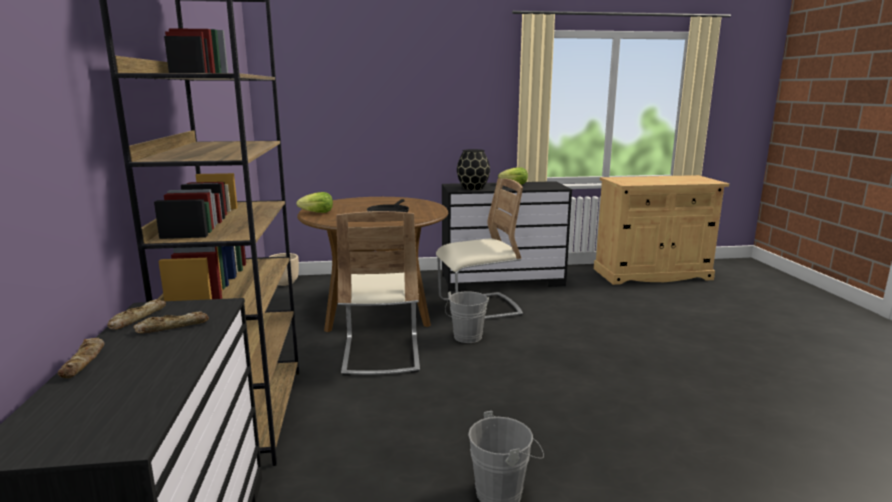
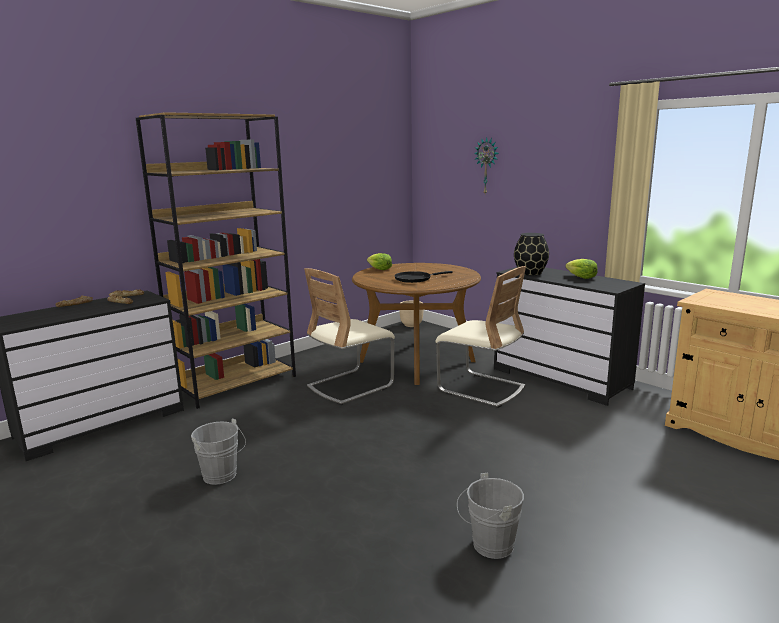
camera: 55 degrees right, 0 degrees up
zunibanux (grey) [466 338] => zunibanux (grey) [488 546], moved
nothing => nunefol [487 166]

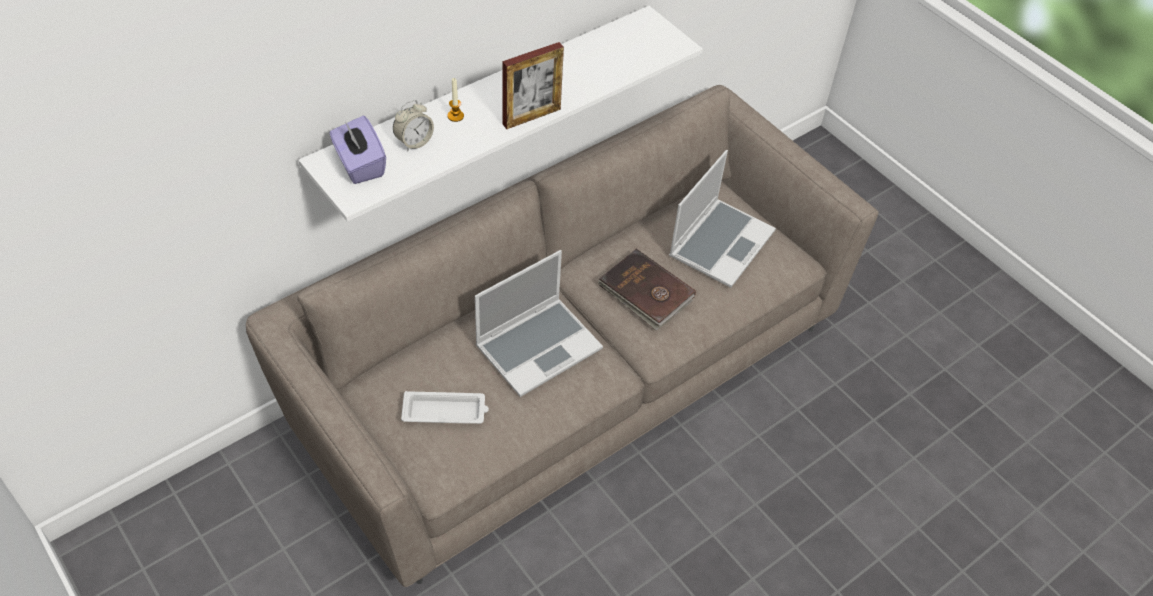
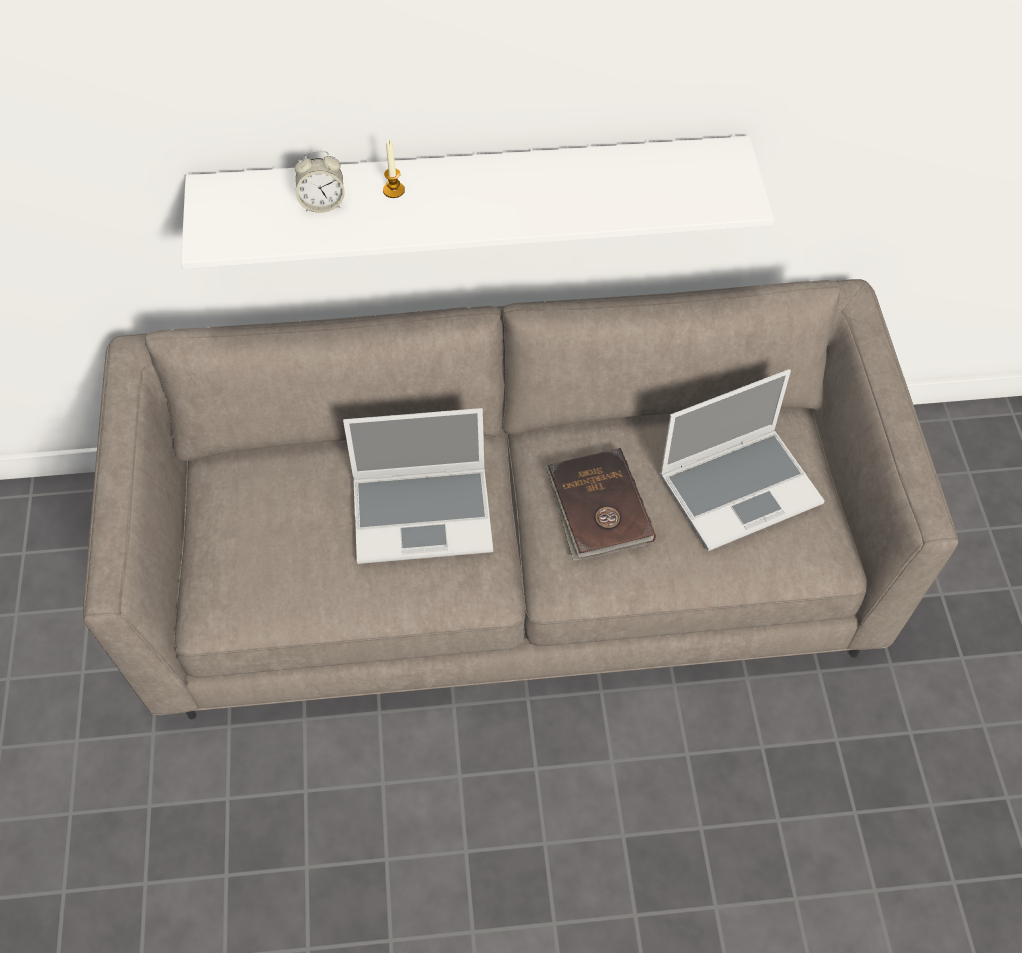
camera: 35 degrees right, 5 degrees up
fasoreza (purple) [359 165] => nothing
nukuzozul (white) [445 411] => nothing
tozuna [531 116] => nothing

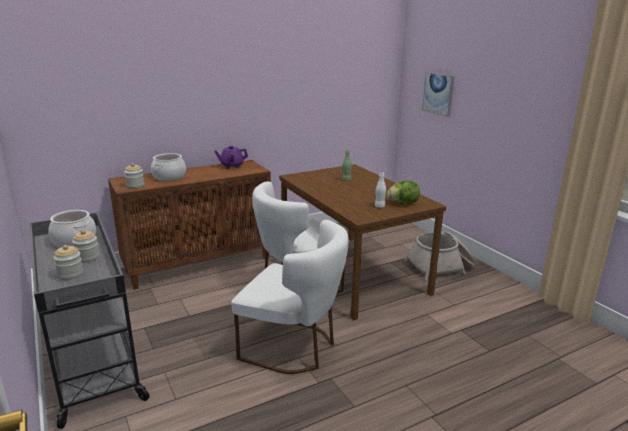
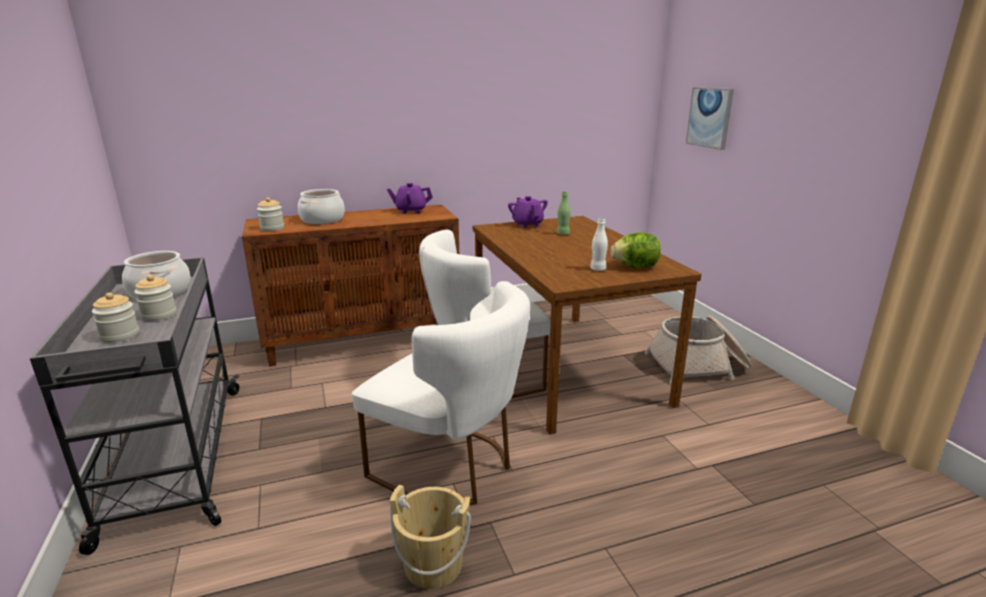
camera: 10 degrees right, 0 degrees up
nothing => zunibanux (beige) [433 565]
nothing => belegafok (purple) [527 224]

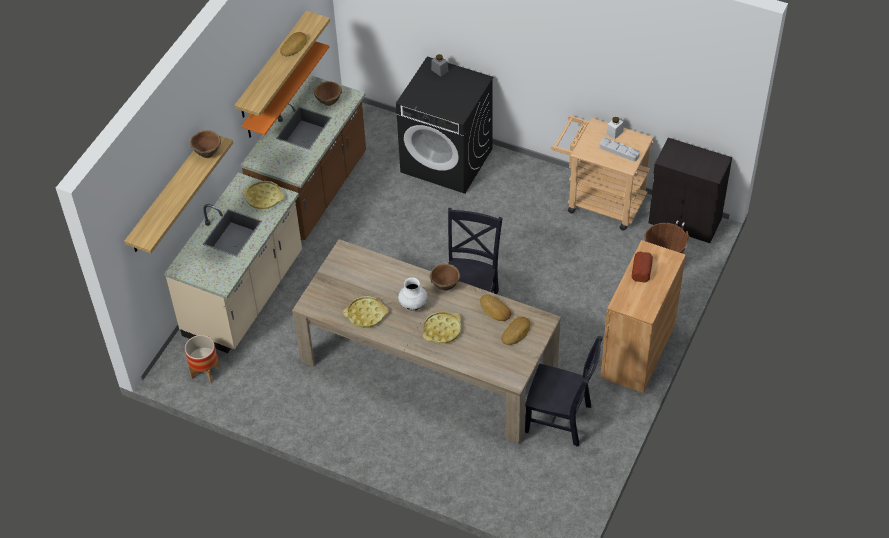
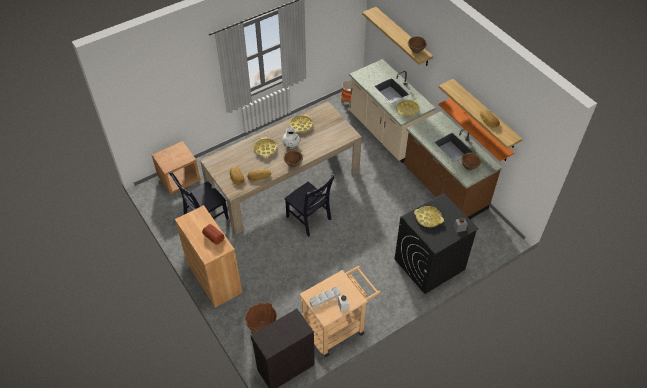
camera: 120 degrees right, 0 degrees up
nothing => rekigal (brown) [179 179]
nothing => nukuzozul (yellow) [428 218]

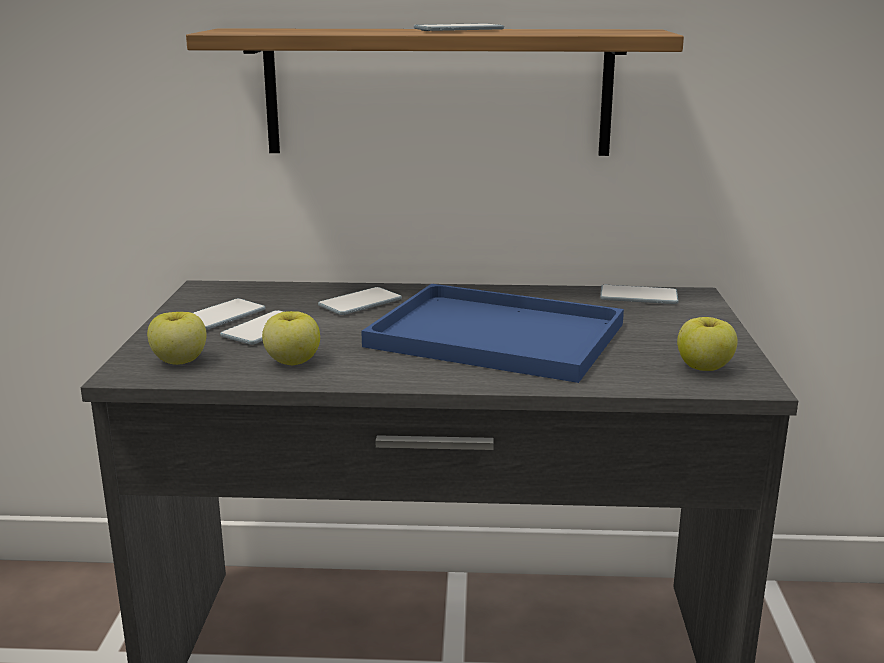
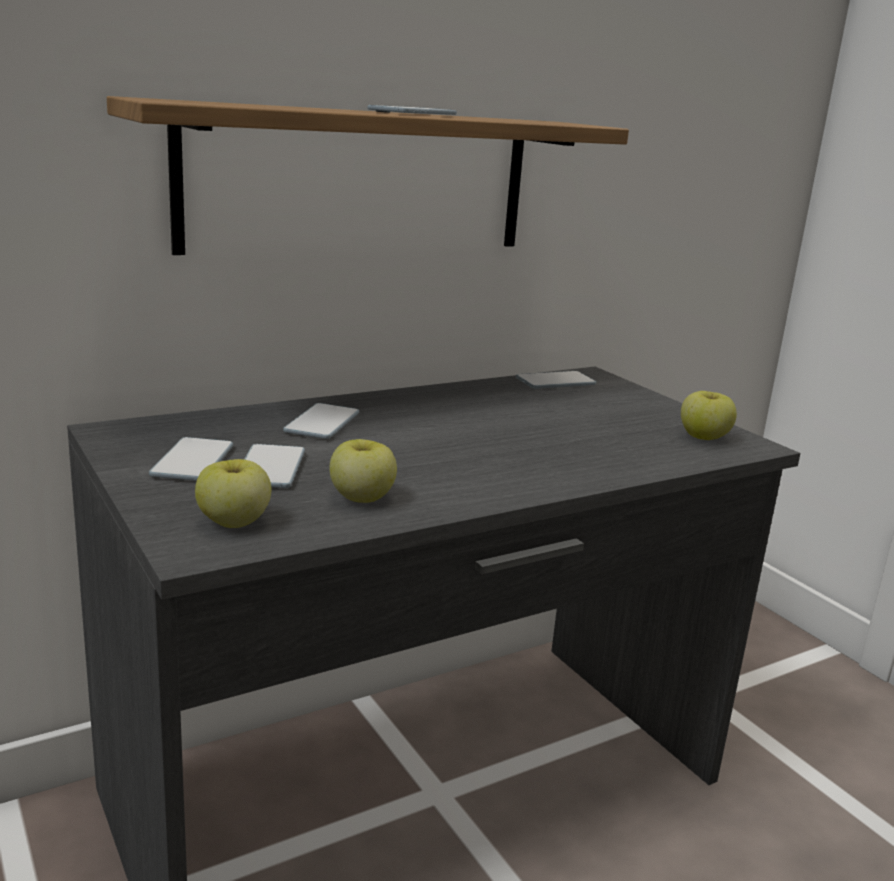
camera: 35 degrees left, 0 degrees up
nukuzozul (blue) [501 335] => nothing

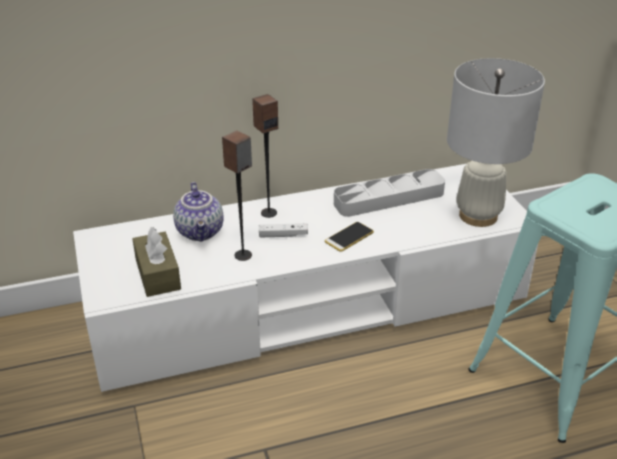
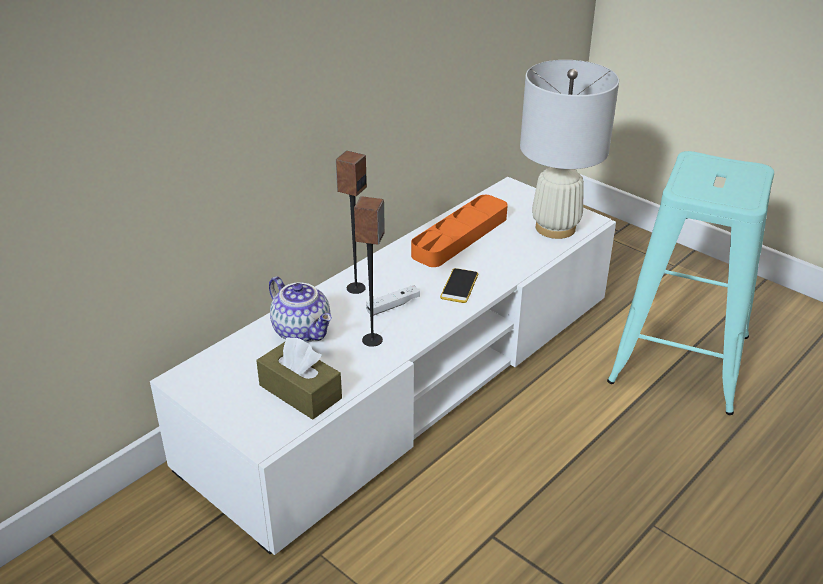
camera: 30 degrees left, 0 degrees up
nukuzozul (grey) [389 198] => nukuzozul (orange) [460 236]

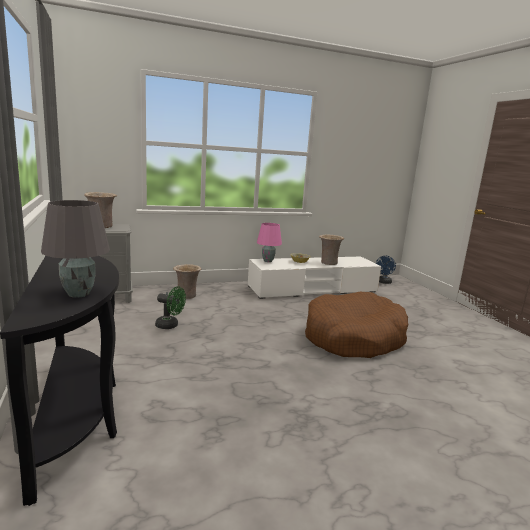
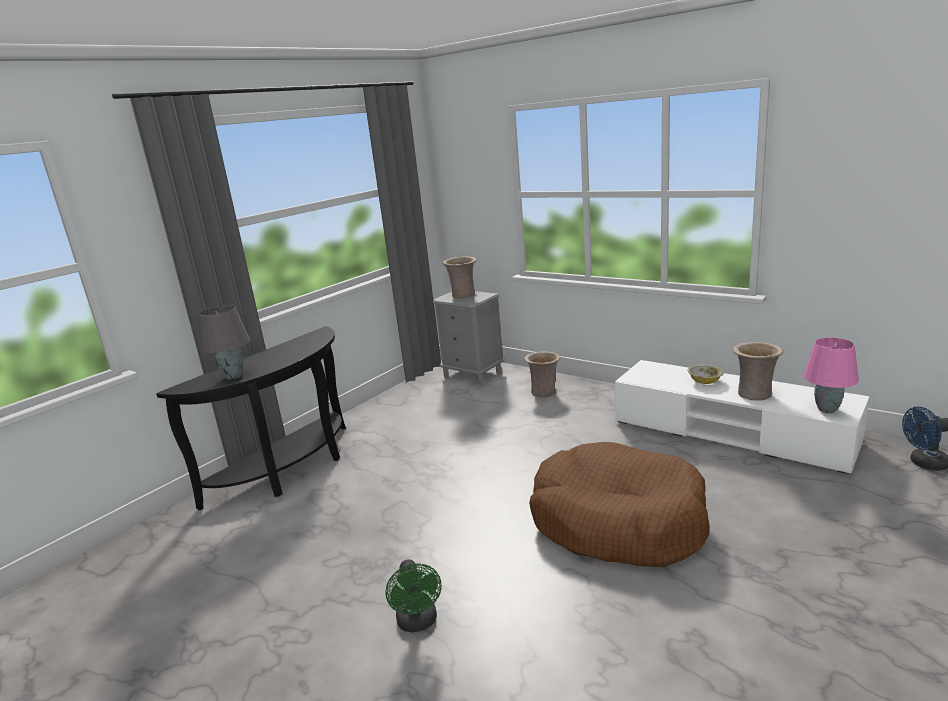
camera: 60 degrees right, 5 degrees up
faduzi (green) [170 326] => faduzi (green) [418 623], moved
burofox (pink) [267 261] => burofox (pink) [826 409], moved

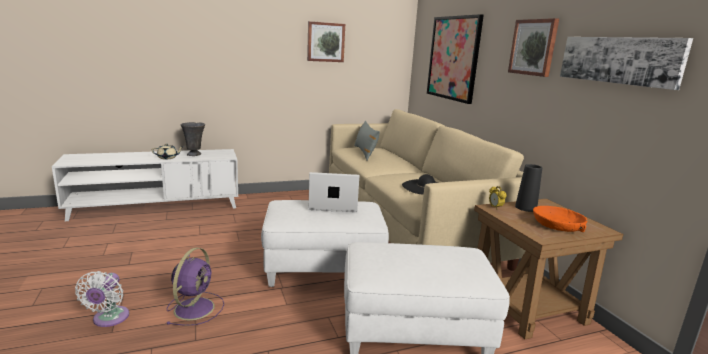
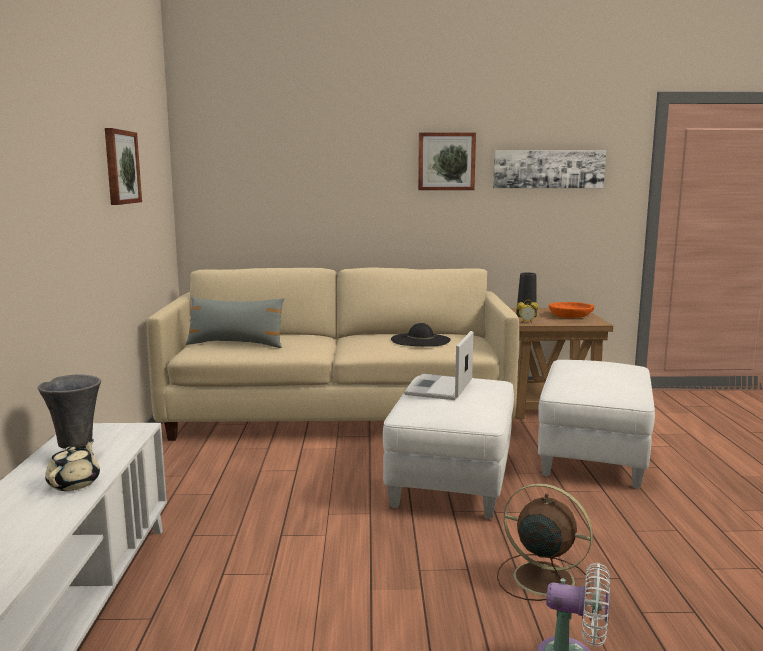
camera: 70 degrees left, 5 degrees down
faduzi (purple) [195 307] => faduzi (brown) [540 578]
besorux [453 58] => nothing

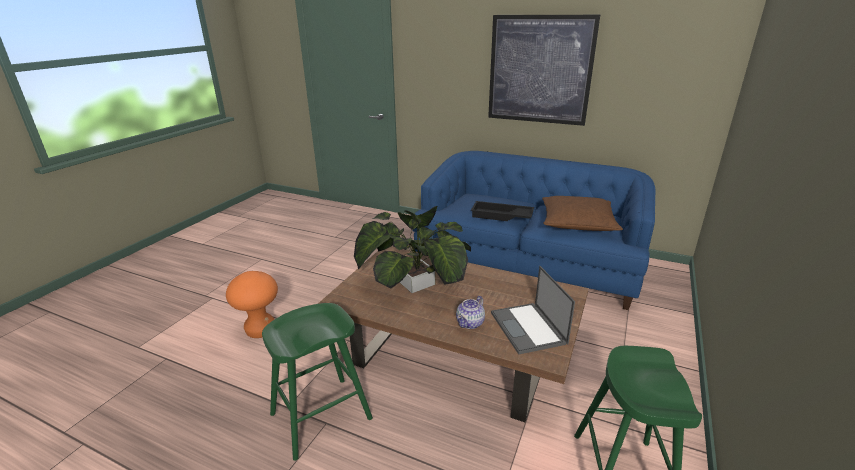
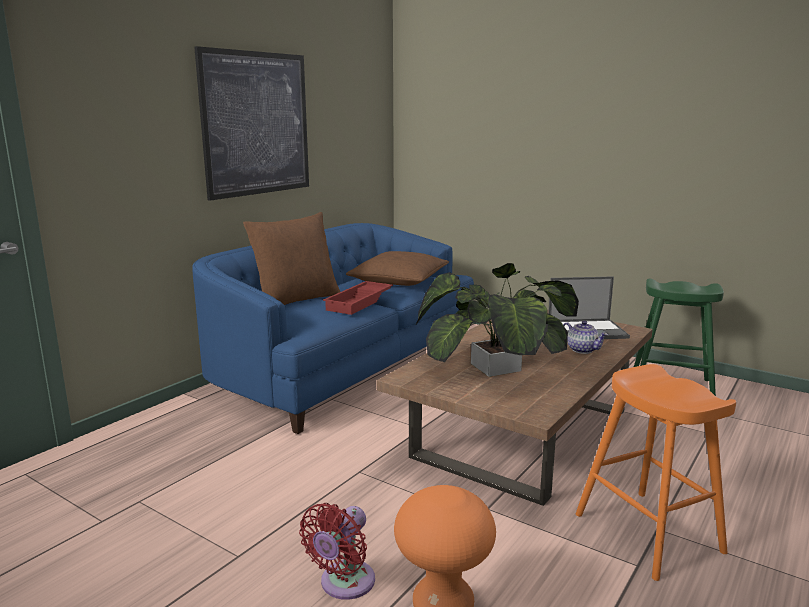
camera: 80 degrees left, 10 degrees down
nothing => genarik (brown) [296 300]
nothing => faduzi (red) [344 584]
nukuzozul (black) [501 216] => nukuzozul (red) [360 302]
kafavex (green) [320 416] => kafavex (orange) [648 533]

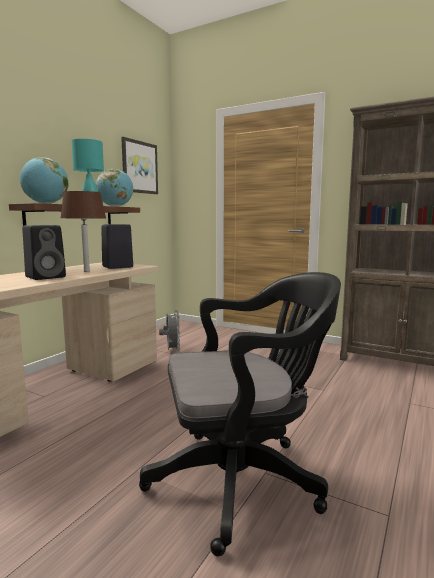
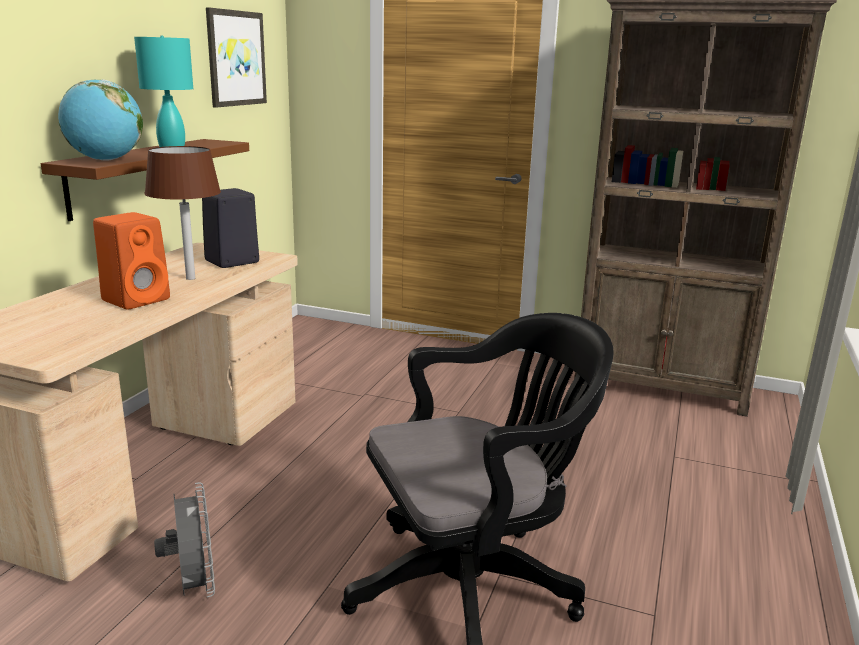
camera: 10 degrees left, 10 degrees up
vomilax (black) [46 277] => vomilax (orange) [137 299]
faduzi (grey) [171 351] => faduzi (grey) [194 587], moved
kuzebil [115 206] => nothing

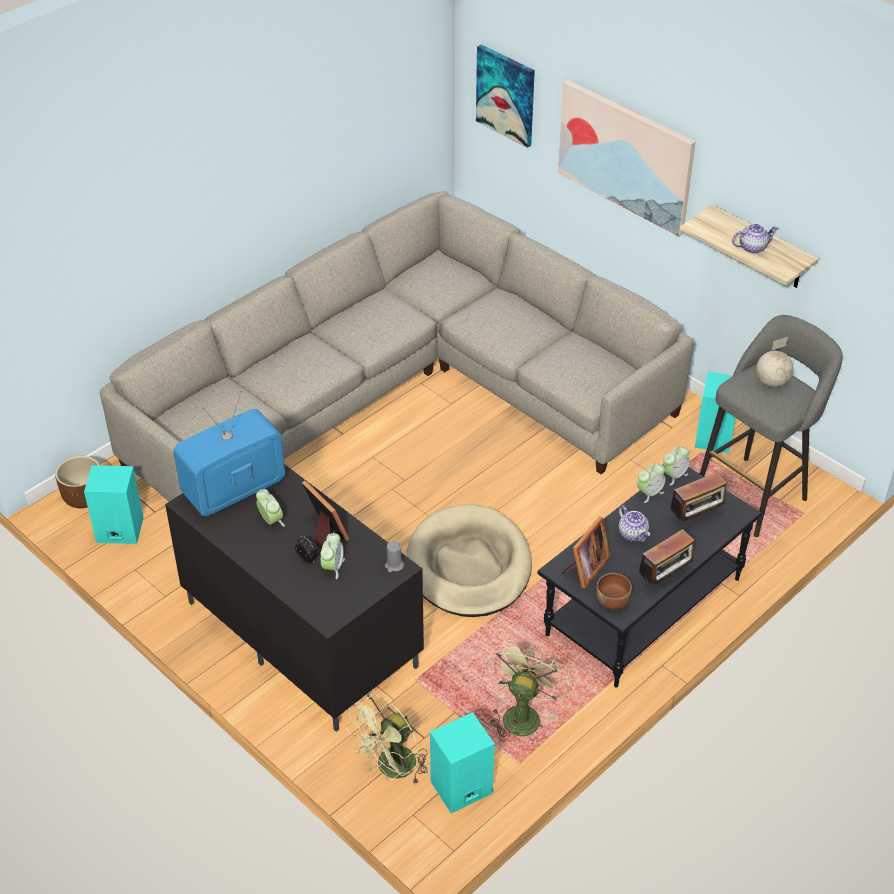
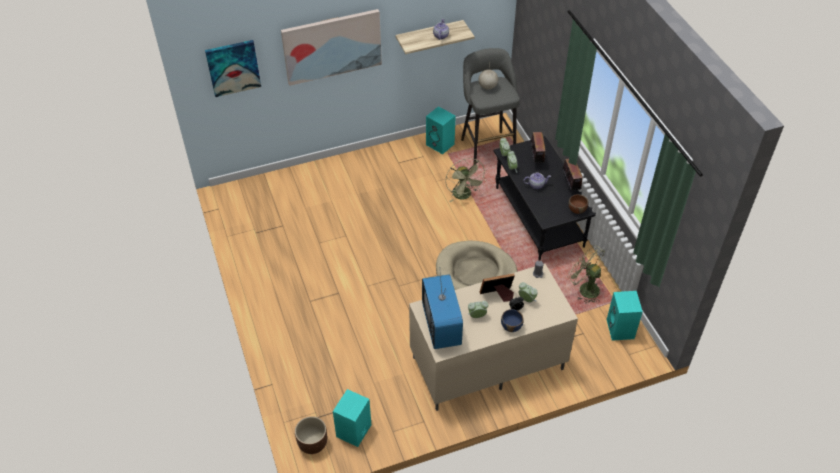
camera: 65 degrees left, 5 degrees up
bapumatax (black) [298 634] => bapumatax (beige) [487 364]
faduzi (green) [391 769] => faduzi (green) [464 196], moved
nothing => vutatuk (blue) [511 326]
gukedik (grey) [404 390] => nothing
tozuna [585 569] => nothing

